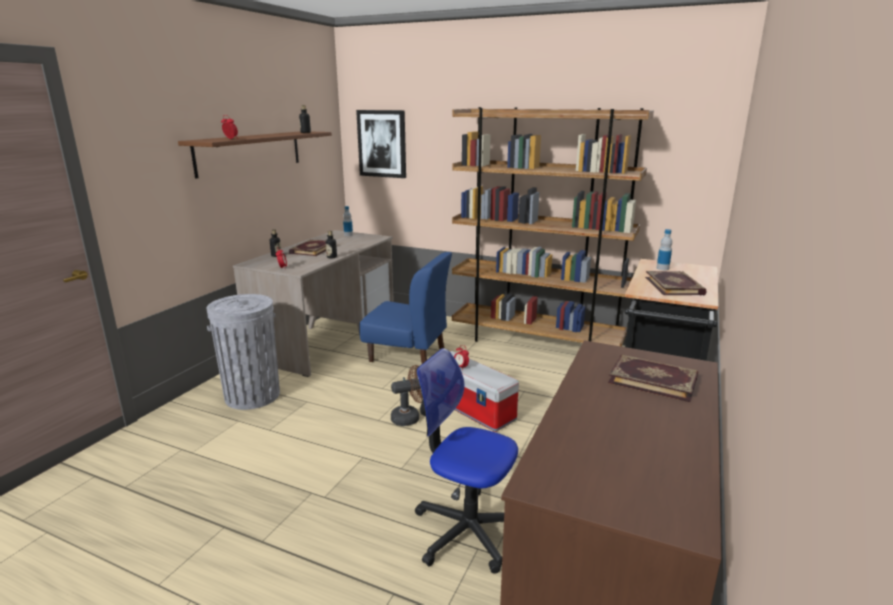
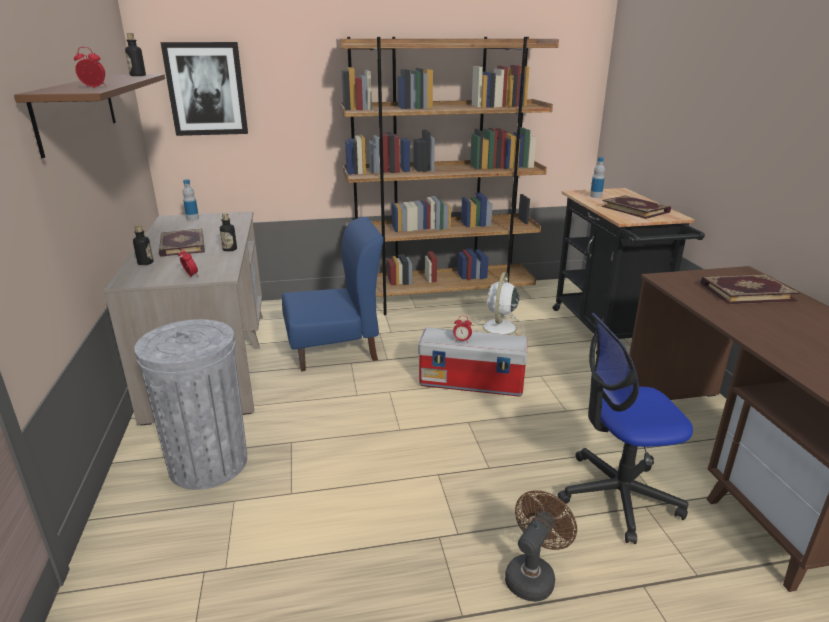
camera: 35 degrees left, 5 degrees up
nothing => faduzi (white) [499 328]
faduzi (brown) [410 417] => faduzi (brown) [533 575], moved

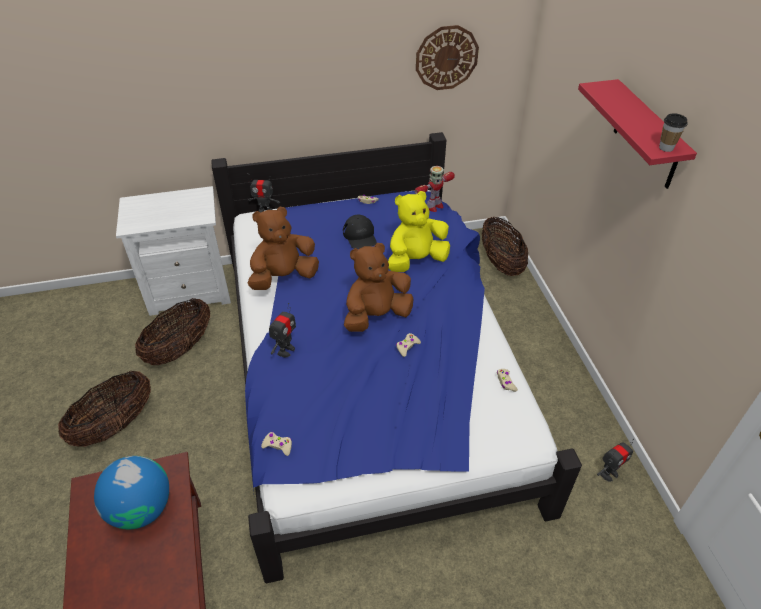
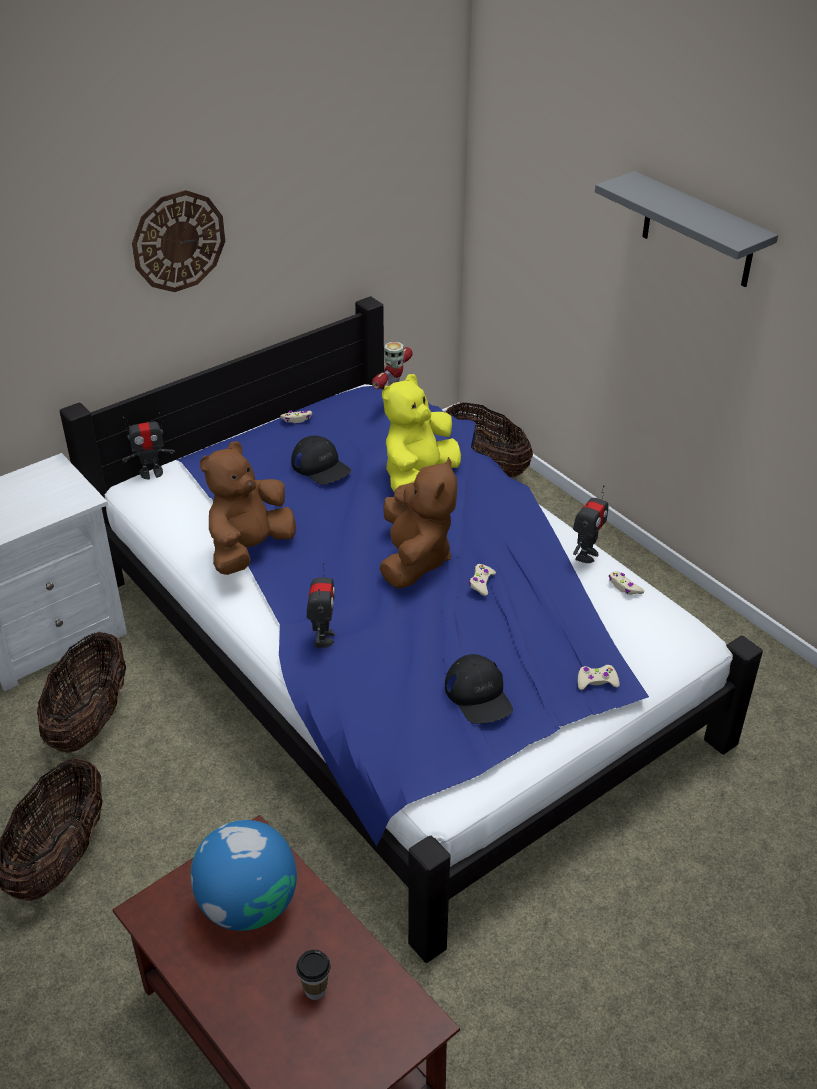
camera: 25 degrees left, 5 degrees down
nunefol [446 58] => nunefol [178 241], moved
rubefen [666 148] => rubefen [315 990], moved
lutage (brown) [376 316] => lutage (brown) [414 559], 150 degrees clockwise
nothing => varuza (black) [478 695]
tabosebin [609 473] => tabosebin [586 555], moved
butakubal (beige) [278 445] => butakubal (beige) [596 681], moved
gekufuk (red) [647 136] => gekufuk (grey) [698 231]

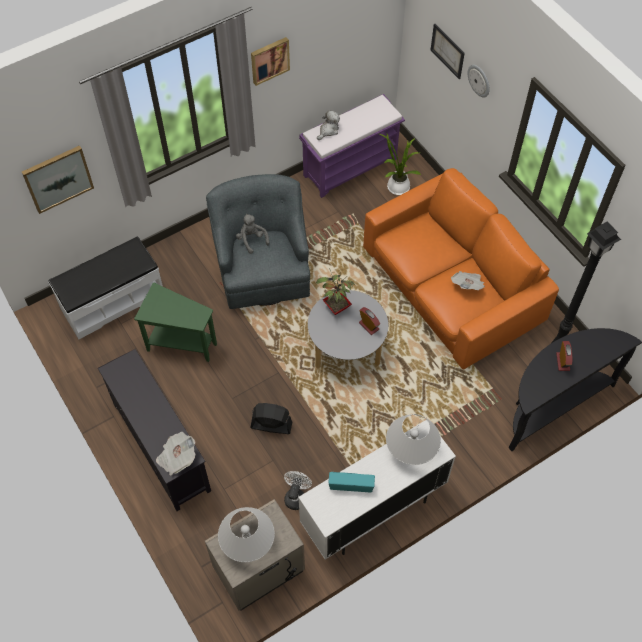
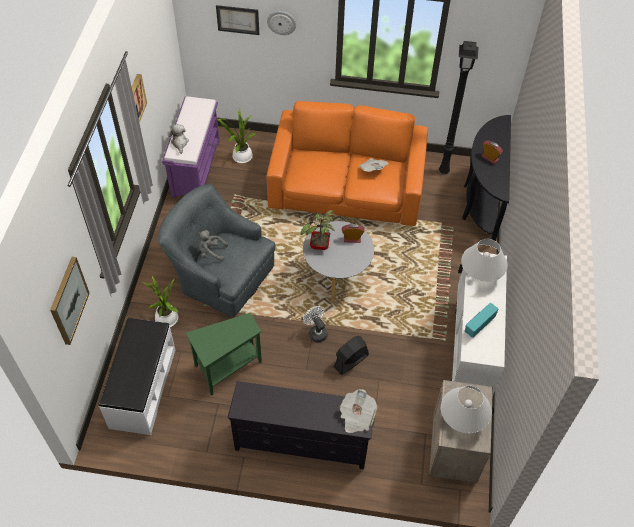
camera: 50 degrees left, 5 degrees down
nothing => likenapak [167 321]
faduzi (white) [296 496] => faduzi (white) [316 332], moved

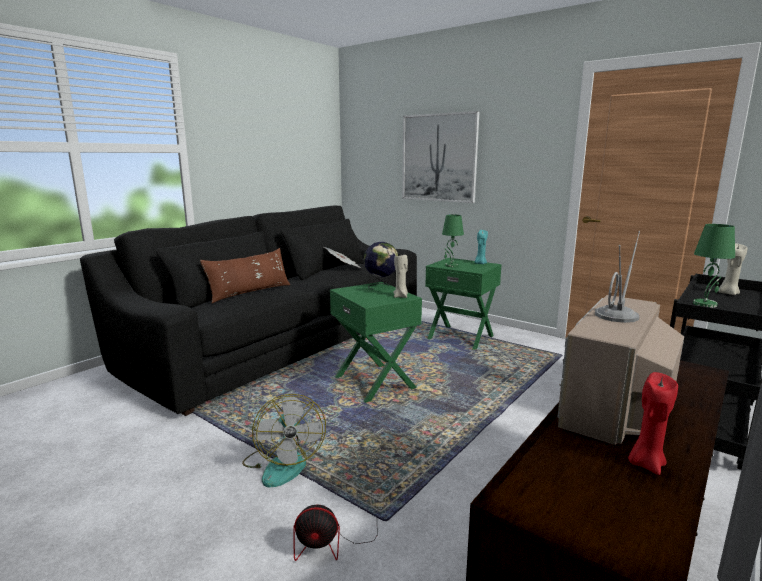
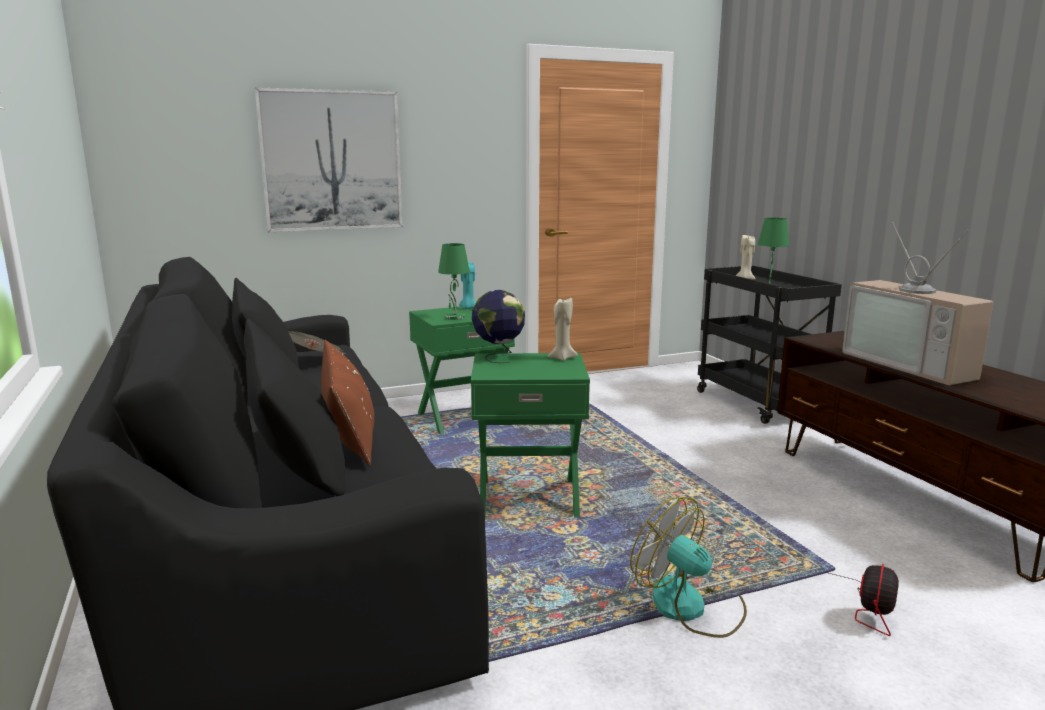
camera: 60 degrees left, 0 degrees up
faduzi [283 463] => faduzi [690 608], 150 degrees counterclockwise
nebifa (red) [646 464] => nothing

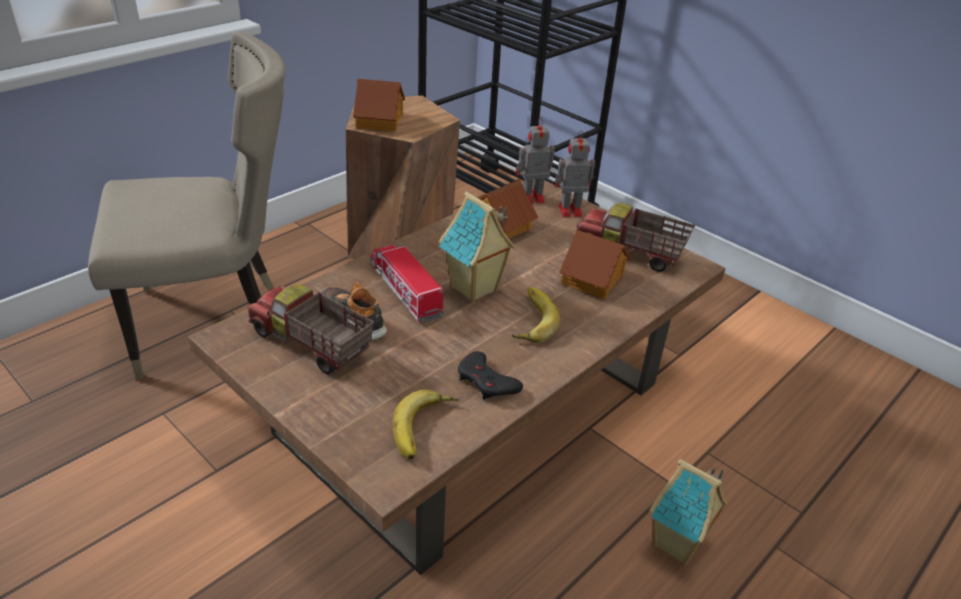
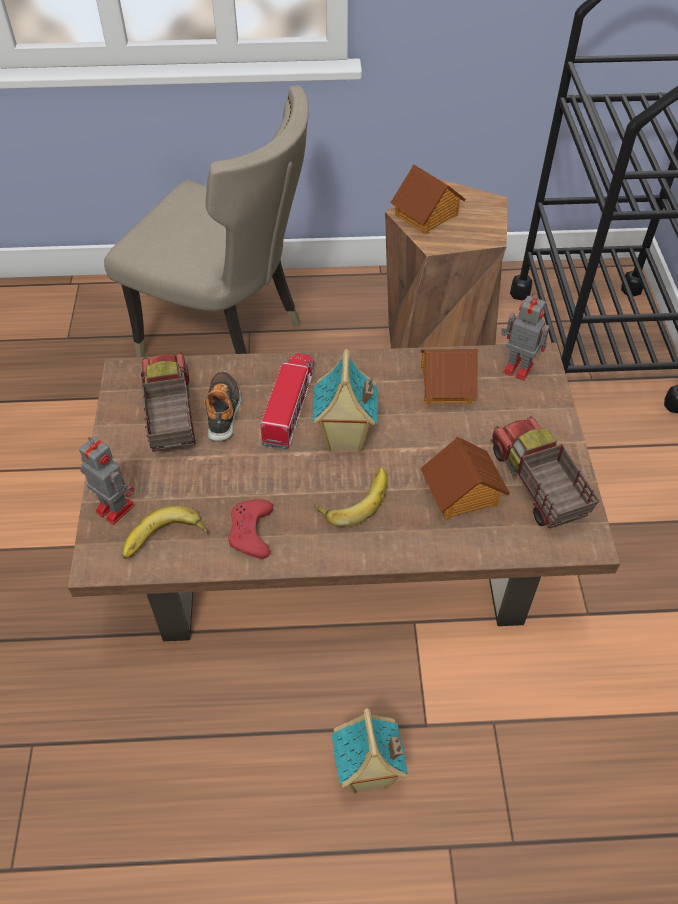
camera: 45 degrees right, 15 degrees up
tabosebin [568 211] => tabosebin [113 507], moved
butakubal (black) [486 382] => butakubal (red) [251 532]

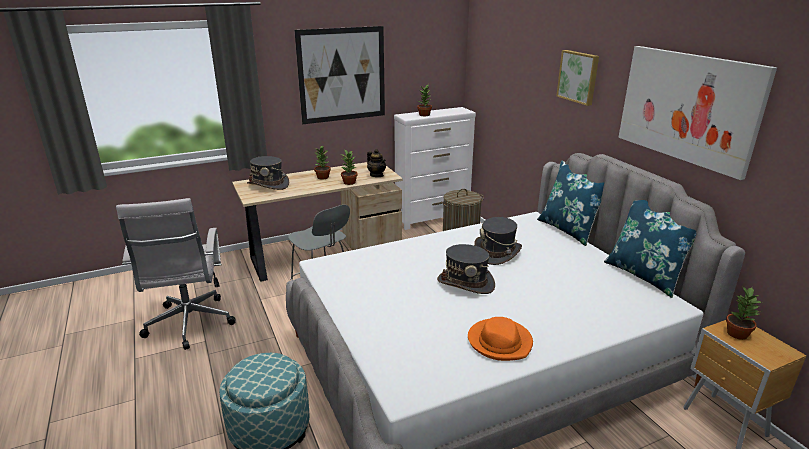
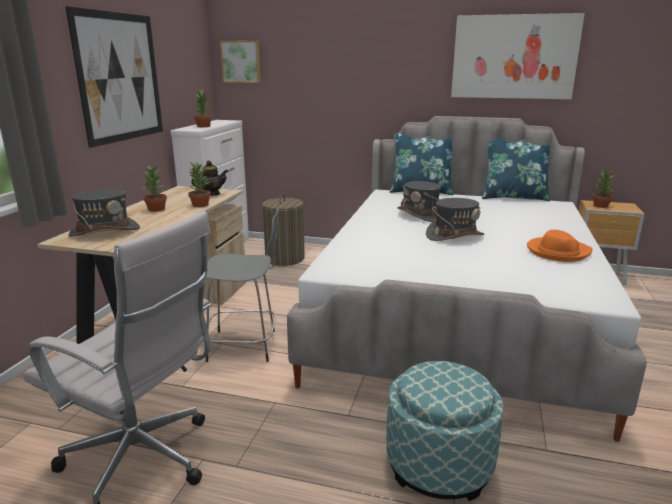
camera: 50 degrees left, 5 degrees down
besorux [578 77] => besorux [241 61], moved

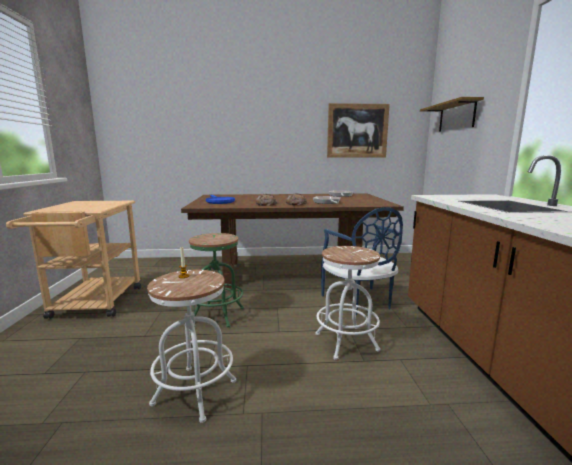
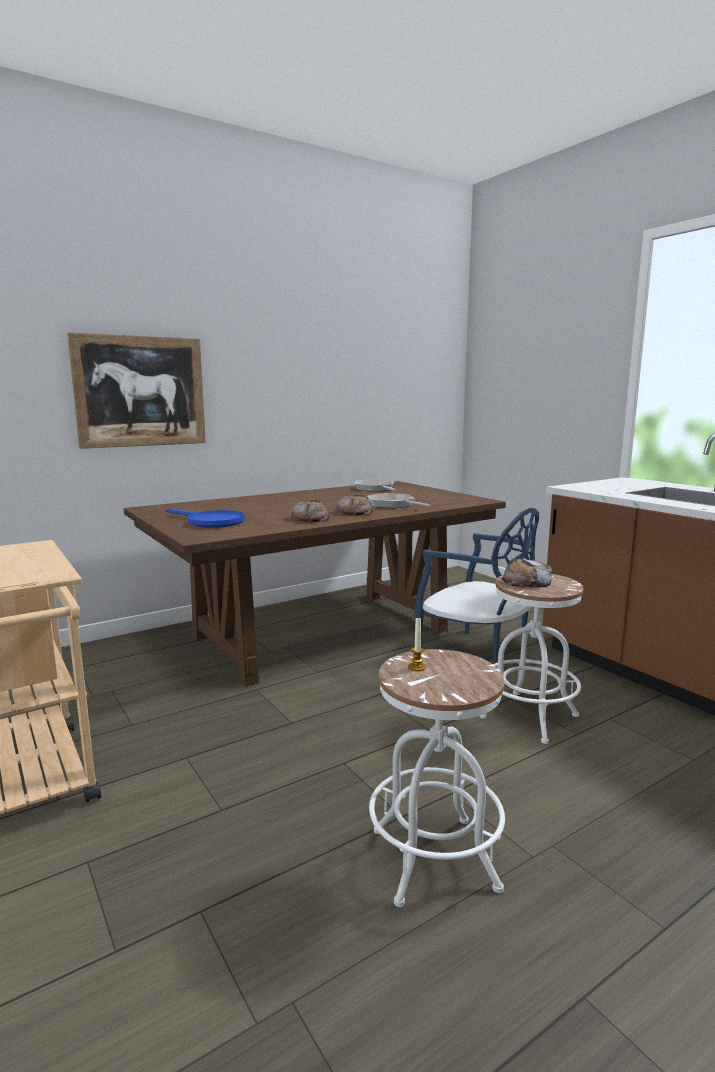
camera: 30 degrees left, 0 degrees up
besorux [357 131] => besorux [140 391], moved
nothing => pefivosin [526 581]
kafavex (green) [217 315] => nothing
gekufuk [456 116] => nothing

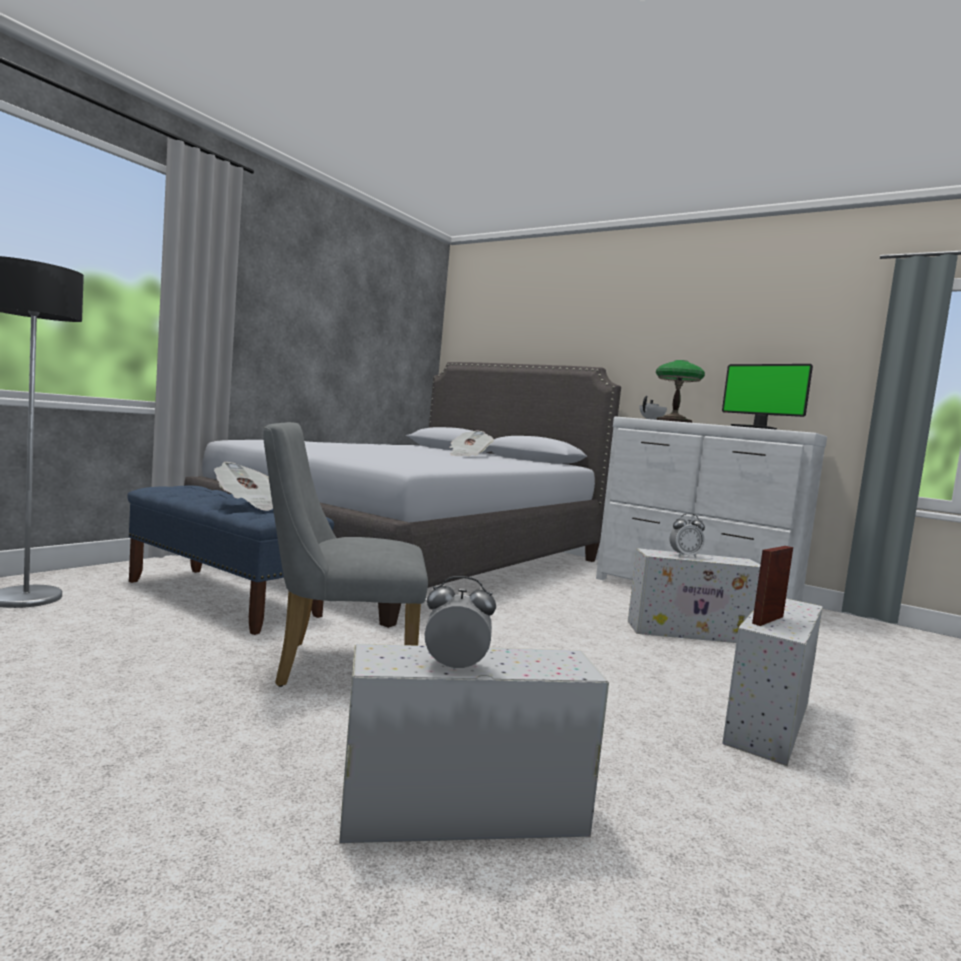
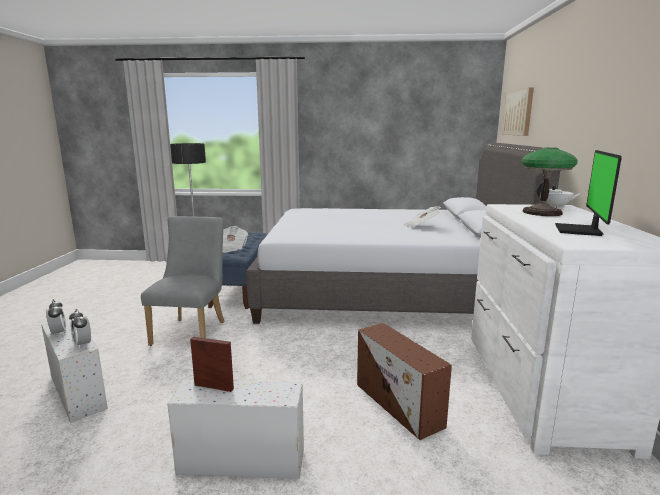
camera: 60 degrees right, 10 degrees up
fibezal [684 556] => fibezal [83 344], moved
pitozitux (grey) [336 666] => pitozitux (grey) [192 330], 45 degrees clockwise
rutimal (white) [691 633] => rutimal (brown) [399 405]
nothing => besorux [518 112]

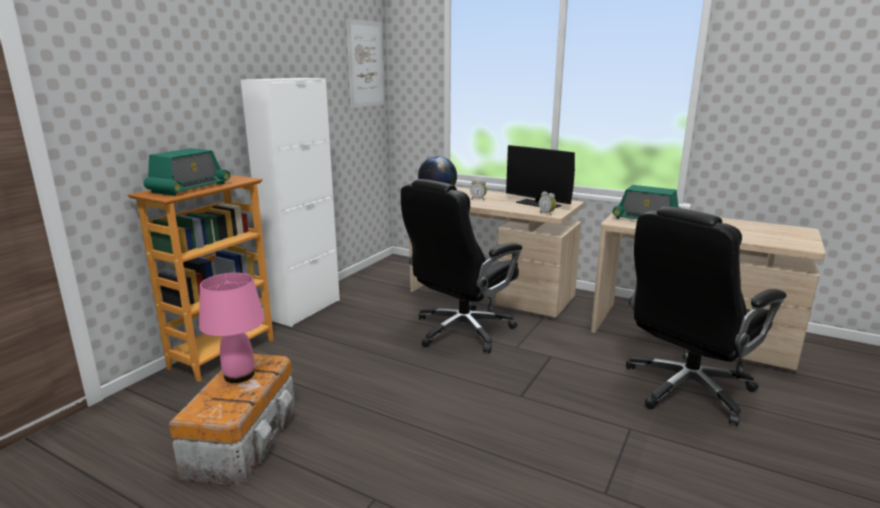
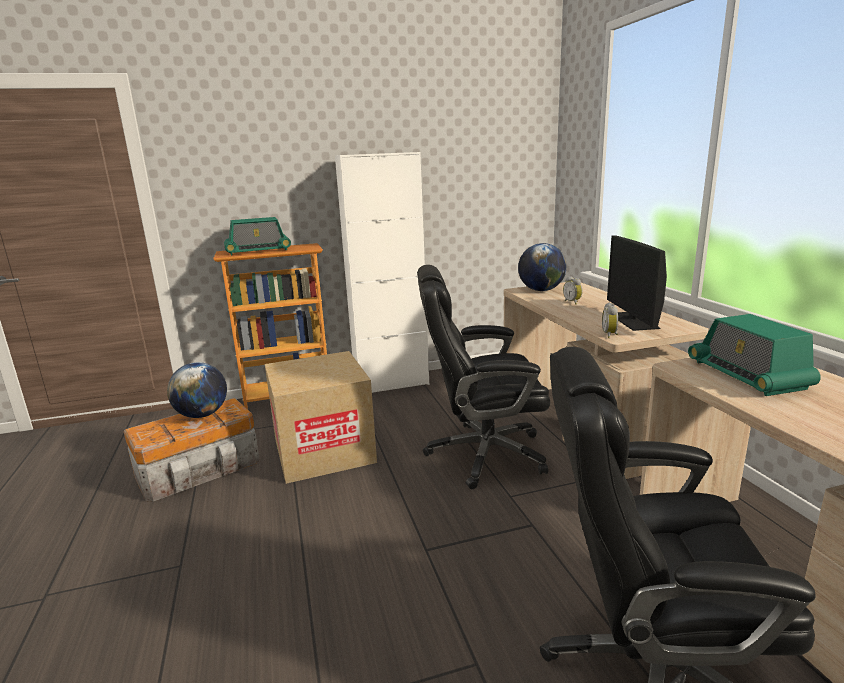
camera: 45 degrees right, 0 degrees up
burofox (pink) [240 375] => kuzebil [202 415]
nothing => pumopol [324 451]
besorux [365 64] => nothing

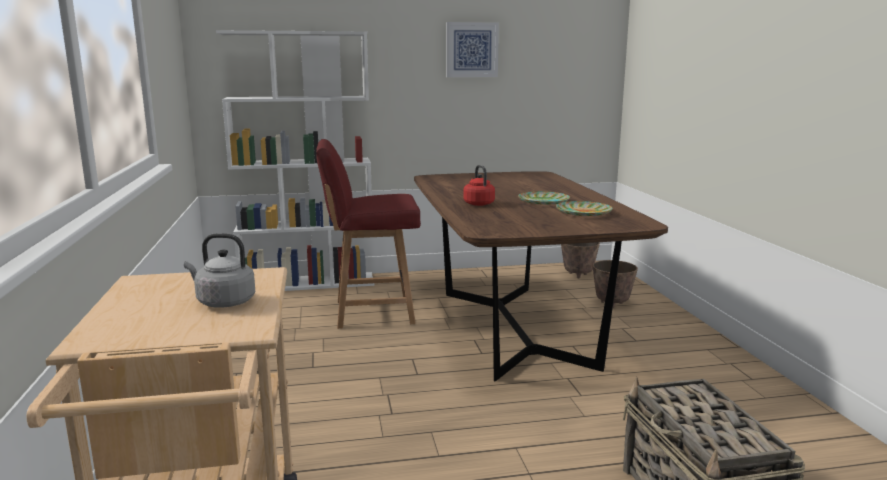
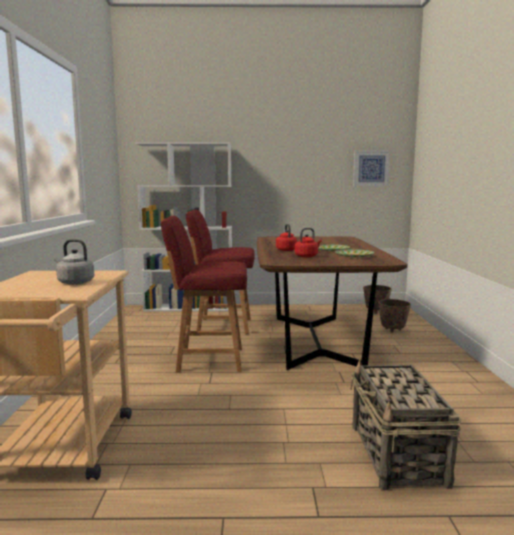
camera: 10 degrees right, 5 degrees down
nothing => pitozitux (red) [208 359]
nothing => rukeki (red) [307 256]
besorux [471 50] => besorux [371 168], moved

